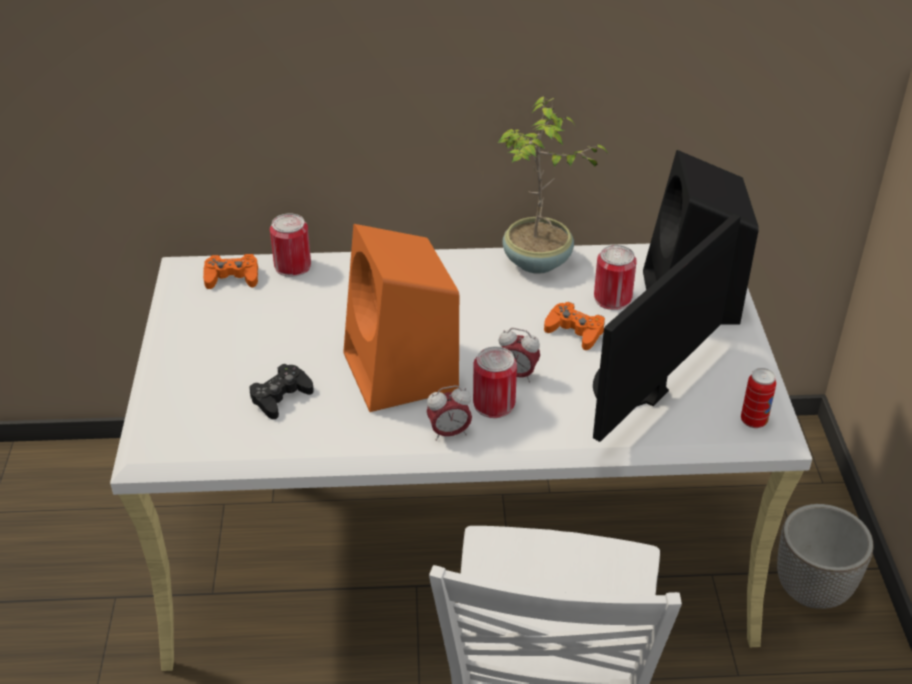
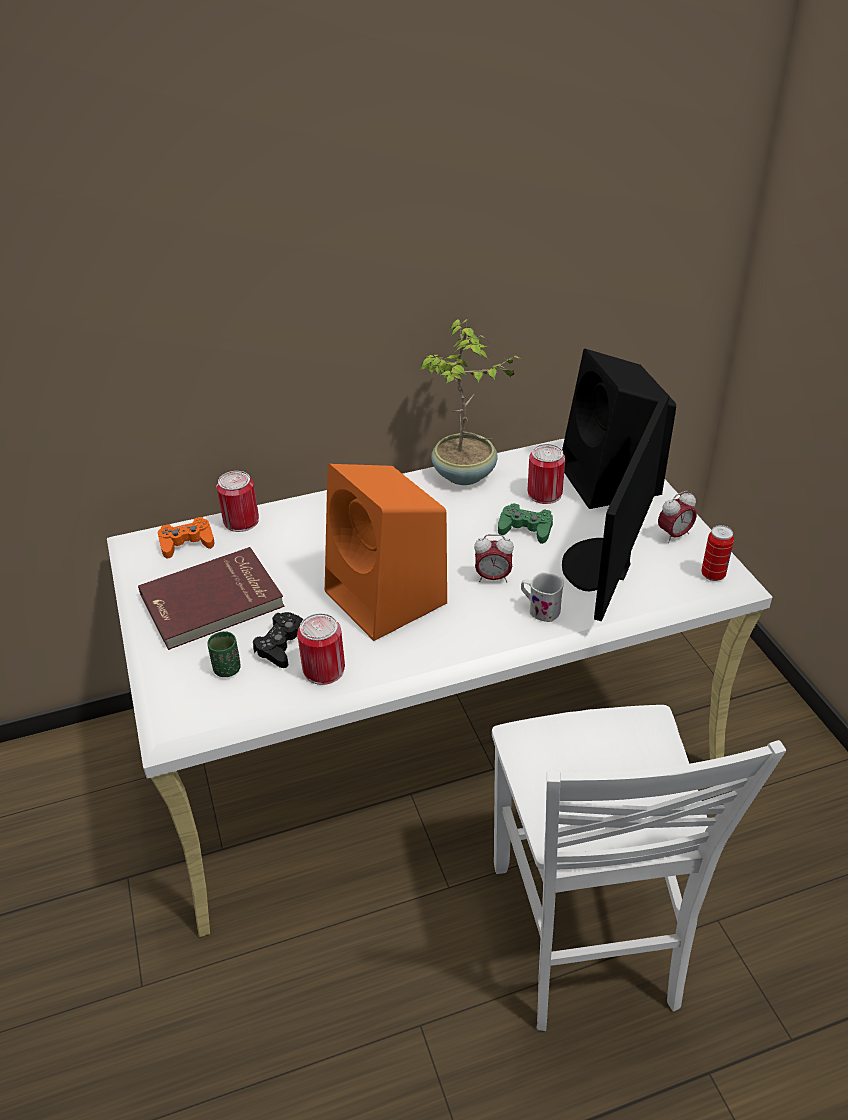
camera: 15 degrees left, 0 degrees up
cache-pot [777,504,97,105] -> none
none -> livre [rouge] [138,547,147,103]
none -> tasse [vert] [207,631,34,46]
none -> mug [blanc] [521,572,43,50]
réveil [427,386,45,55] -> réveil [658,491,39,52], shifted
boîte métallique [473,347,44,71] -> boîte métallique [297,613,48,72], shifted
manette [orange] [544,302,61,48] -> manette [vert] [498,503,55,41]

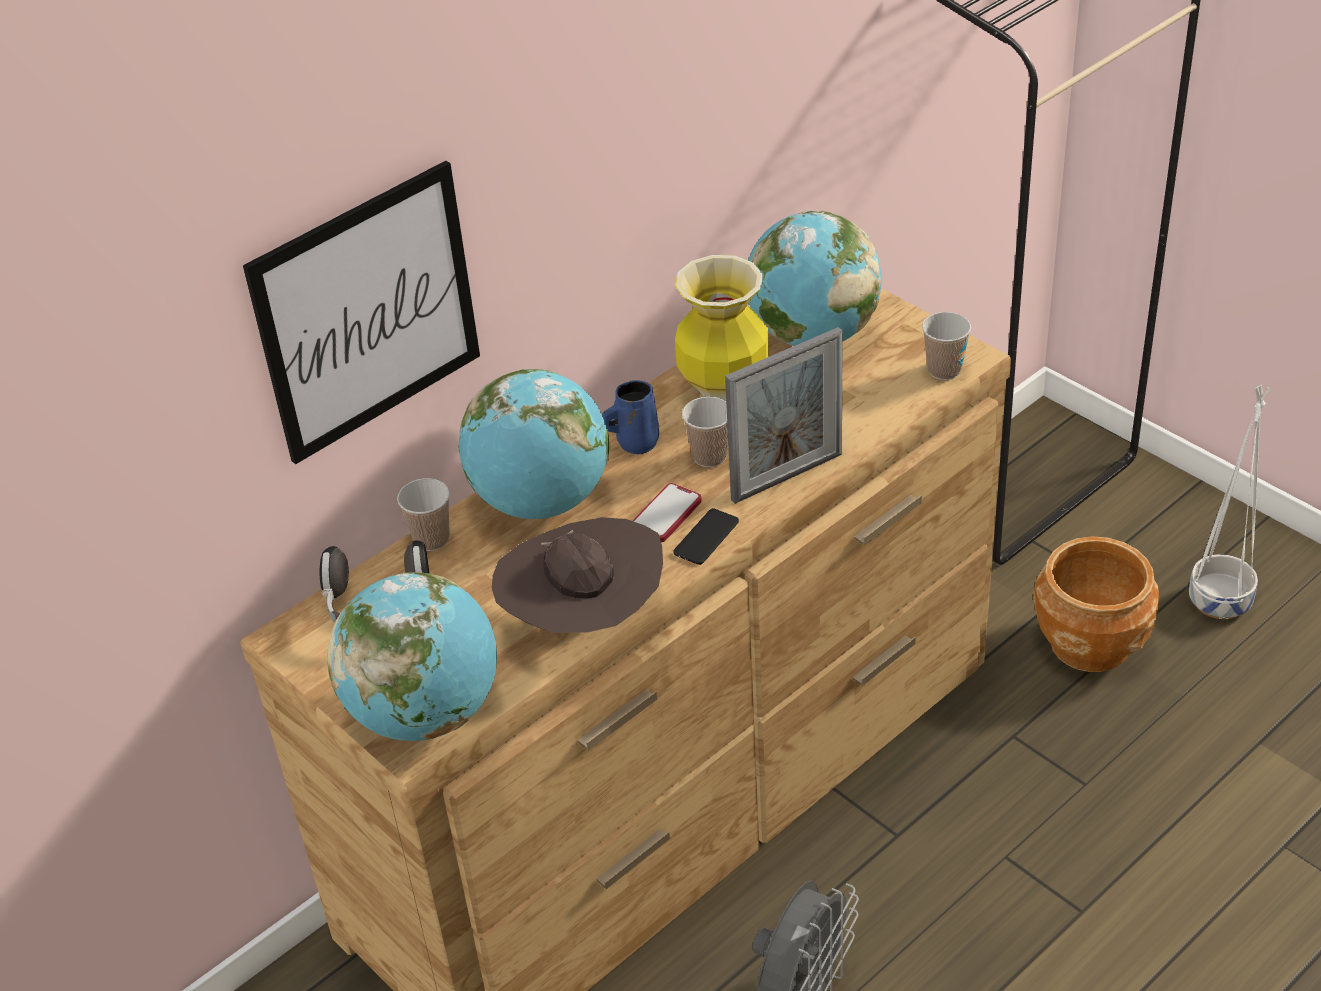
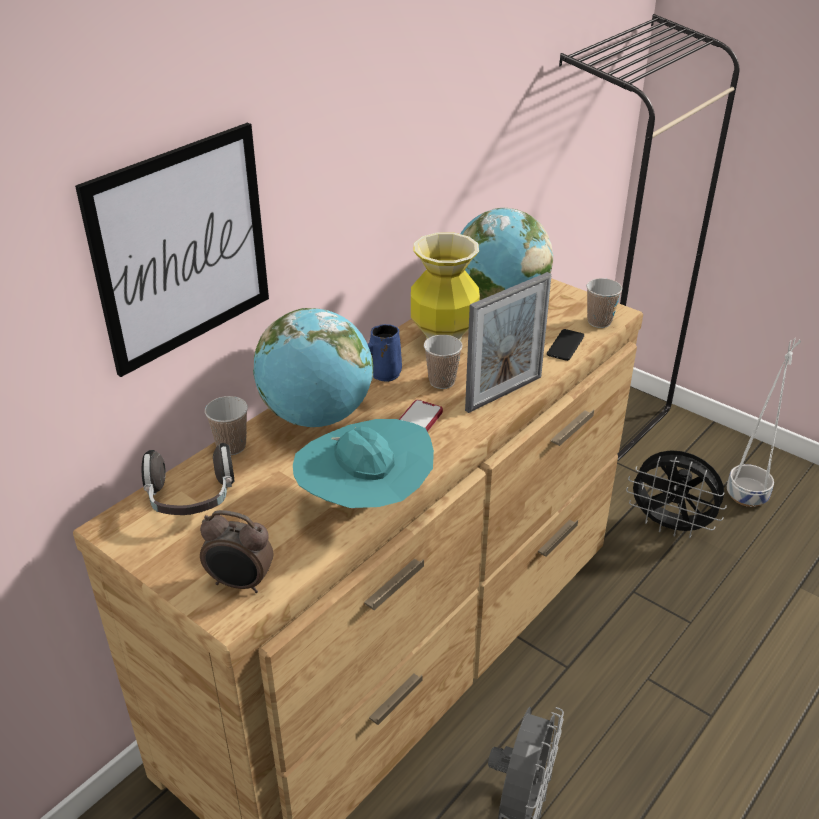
camera: 10 degrees left, 5 degrees down
téléphone [673,508,66,57] -> téléphone [547,329,37,32], shifted
globe [327,572,170,169] -> réveil [200,510,73,83]
cache-pot [marron] [1033,536,126,136] -> ventilateur [noir] [626,450,101,88]
chapeau [marron] [492,517,171,116] -> chapeau [turquoise] [293,419,141,90]

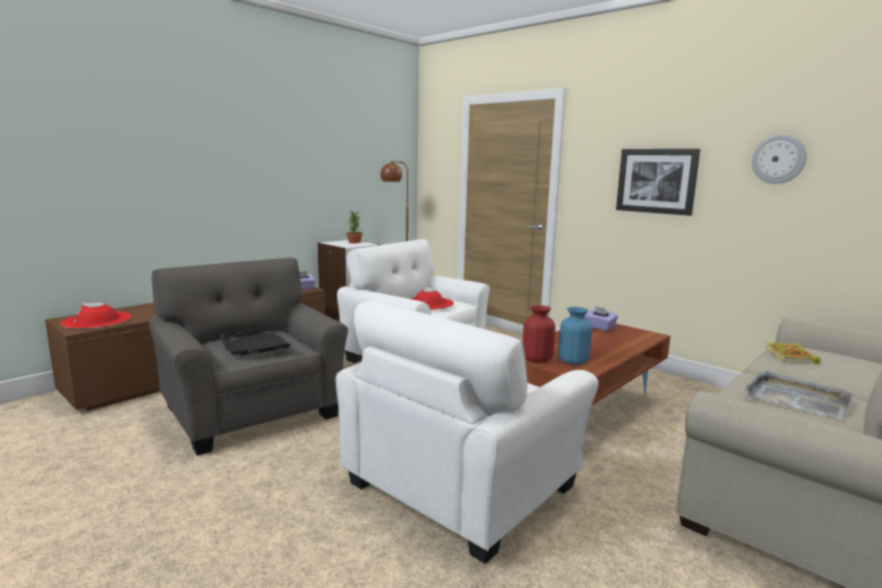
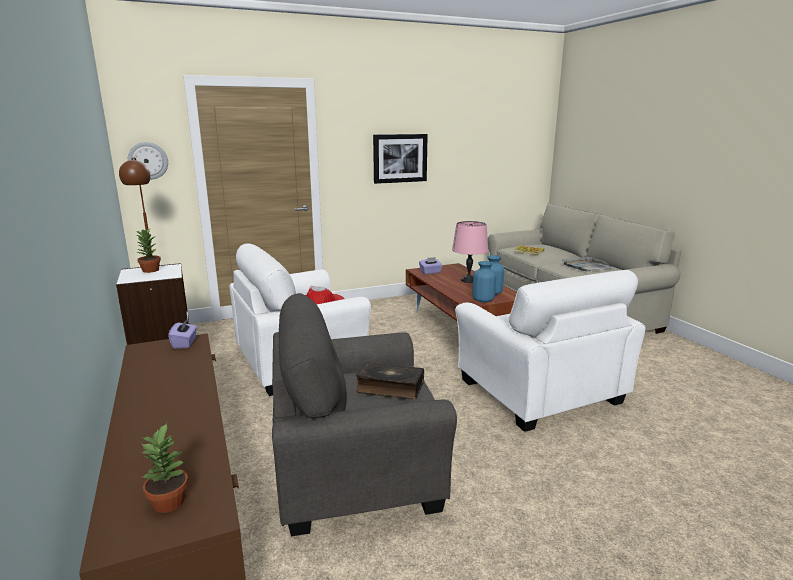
camera: 65 degrees left, 5 degrees up
none -> lampe de table [rose] [452,221,37,62]
horloge murale [752,135,55,49] -> horloge murale [128,142,40,38], shifted
chapeau [rouge] [60,303,72,26] -> plante en pot [141,423,47,90]
plateau [noir] [221,330,70,26] -> livre [356,362,68,38]
vase [rouge] [523,305,32,58] -> vase [bleu] [472,261,24,41]

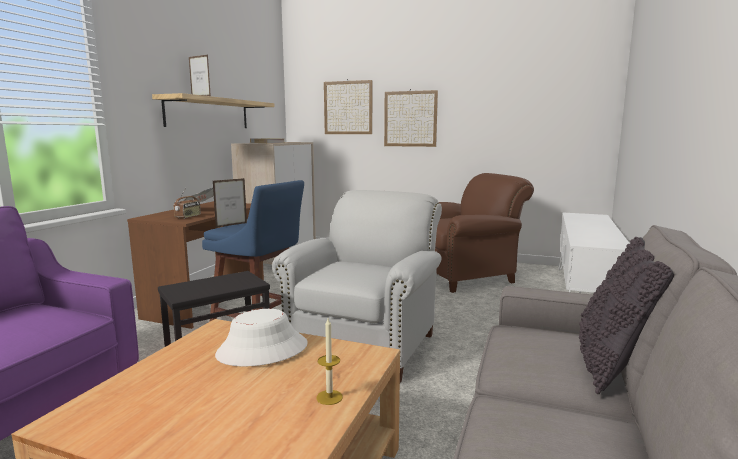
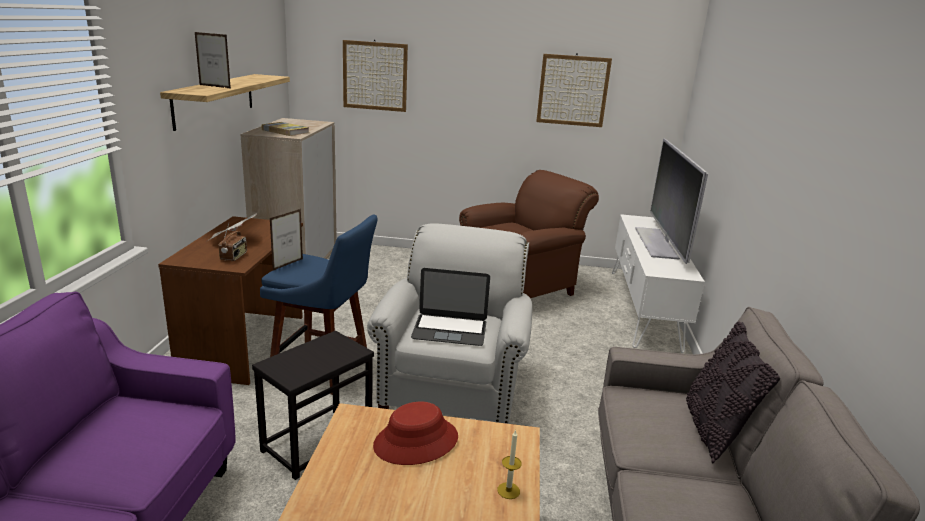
camera: 15 degrees left, 10 degrees up
none -> ordinateur portable [411,268,79,78]
none -> téléviseur [635,138,73,126]
tableau [384,89,54,58] -> tableau [536,53,76,74], shifted
chapeau [blanc] [215,309,93,58] -> chapeau [rouge] [373,402,85,63]

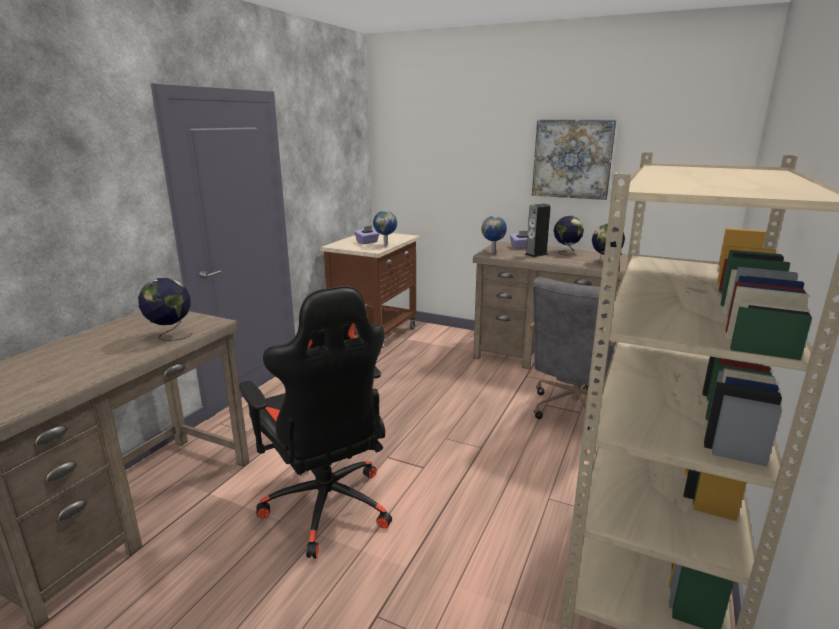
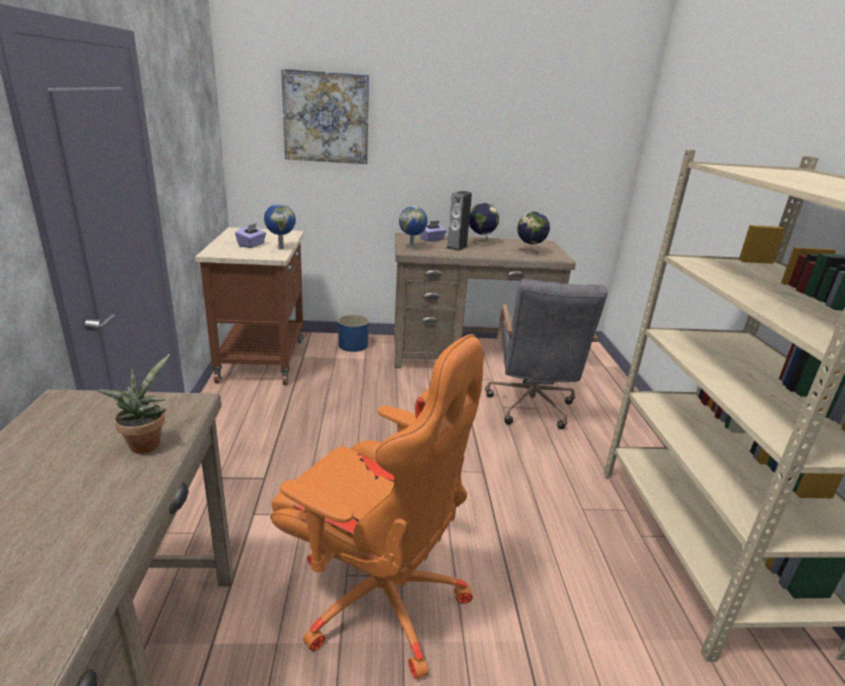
camera: 30 degrees left, 5 degrees up
none -> cache-pot [bleu] [338,315,31,37]
tableau [532,120,85,80] -> tableau [281,68,88,96], shifted
globe [138,278,54,63] -> plante en pot [97,354,73,100]
chaise de bureau [noir] [239,286,153,272] -> chaise de bureau [orange] [270,334,214,345]

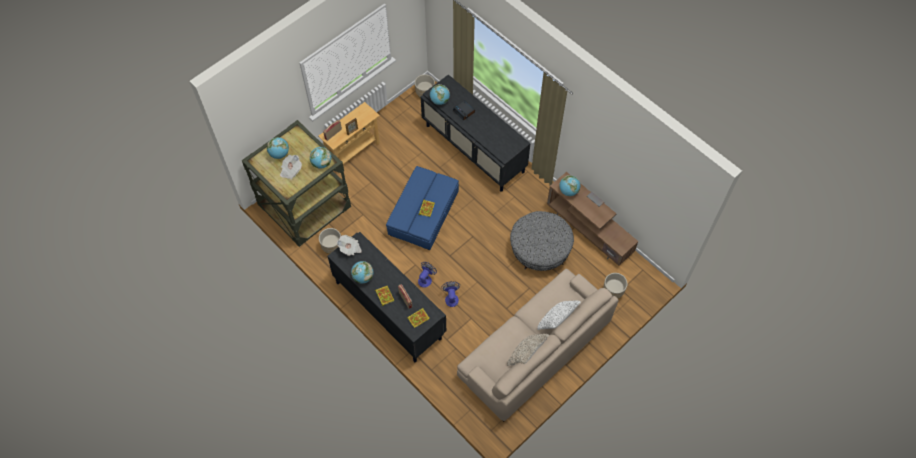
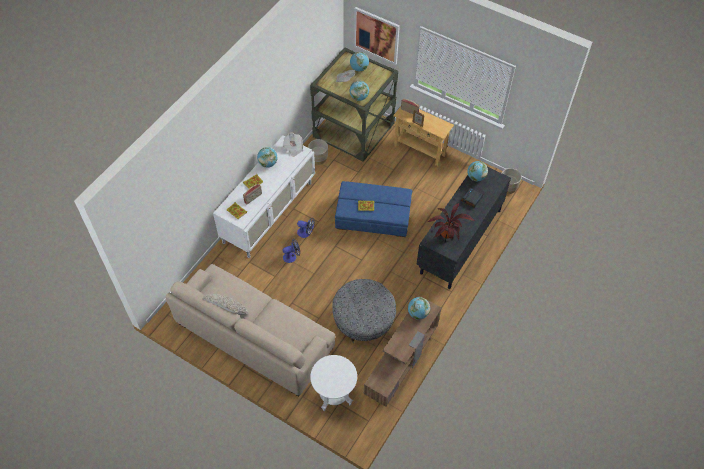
camera: 75 degrees right, 5 degrees down
coussin [blanc] [537,300,44,30] -> none
none -> tableau [354,7,46,58]
none -> plante en pot [428,203,47,40]
cache-pot [beige] [603,273,25,26] -> table d'appoint [blanc] [310,355,47,56]
meuble de rangement [noir] [327,232,119,130] -> meuble de rangement [blanc] [213,136,102,122]

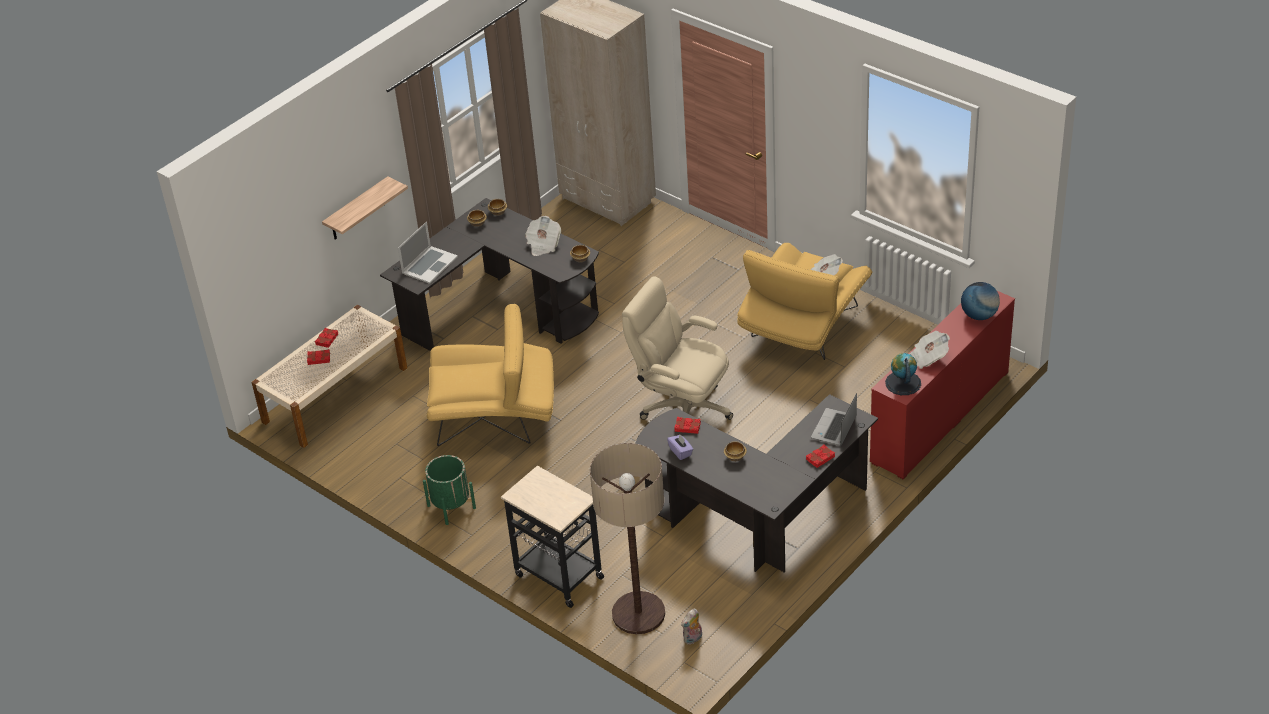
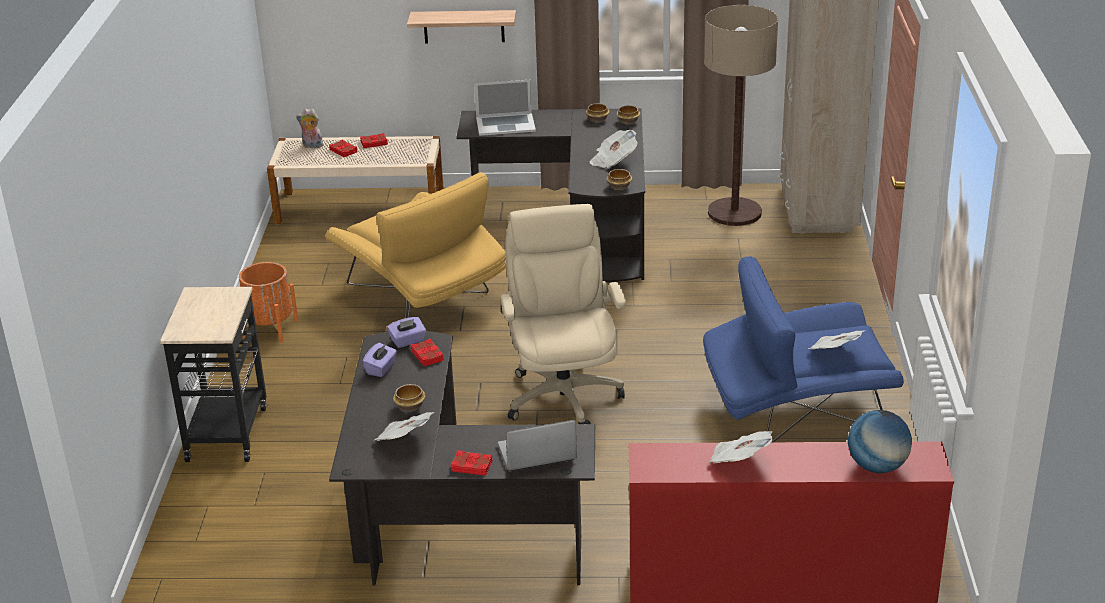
camera: 50 degrees right, 10 degrees down
globe [885,353,36,42] -> none
none -> journal [374,412,60,29]
none -> boîte à mouchoirs [violet] [387,317,39,31]
lampadaire [590,443,75,191] -> lampadaire [704,5,74,221], shifted
peluche [681,609,21,35] -> peluche [296,109,28,39], shifted
cache-pot [vert] [423,455,53,70] -> cache-pot [orange] [239,262,59,81]
fauteuil [jaune] [737,243,135,117] -> fauteuil [bleu] [703,256,201,186]

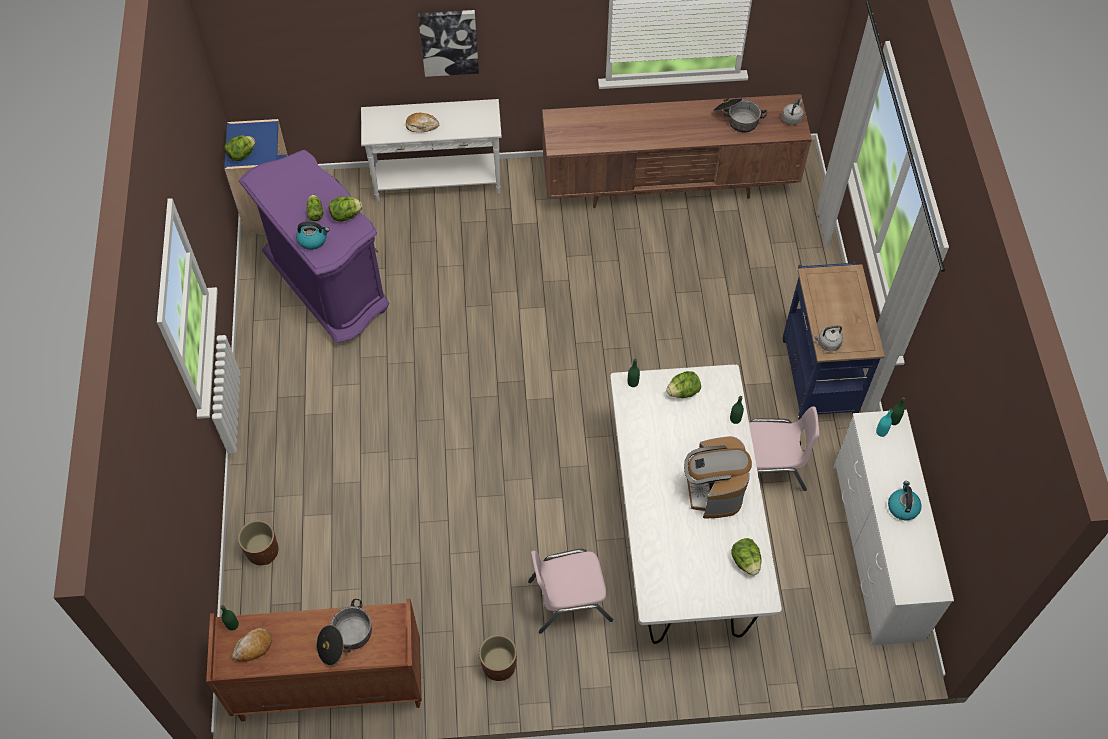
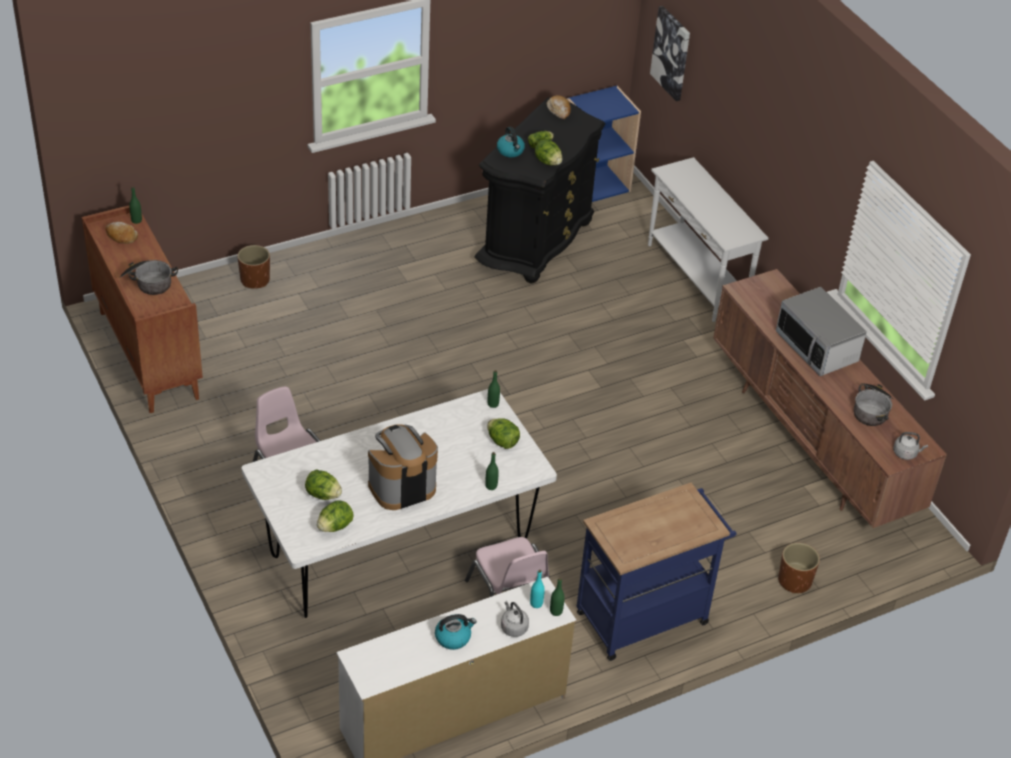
camera: 65 degrees right, 15 degrees down
none -> micro-ondes [776,287,91,89]
laitue [224,135,31,26] -> laitue [305,469,37,31], shifted
pain [406,113,33,19] -> pain [547,95,24,24], shifted
tableau [418,10,61,67] -> tableau [650,6,40,95], shifted
cache-pot [marron] [479,635,38,46] -> cache-pot [marron] [778,543,42,51], shifted
bouilloire [gris] [813,325,30,26] -> bouilloire [gris] [501,601,28,36], shifted
commode [violet] [239,150,150,193] -> commode [noir] [474,97,131,186]

